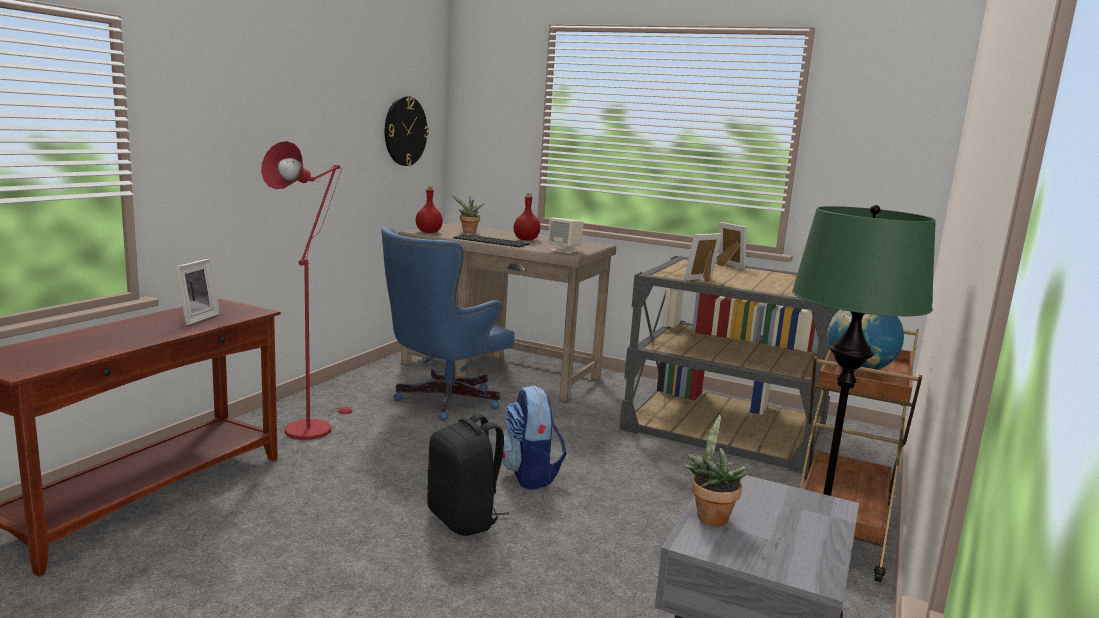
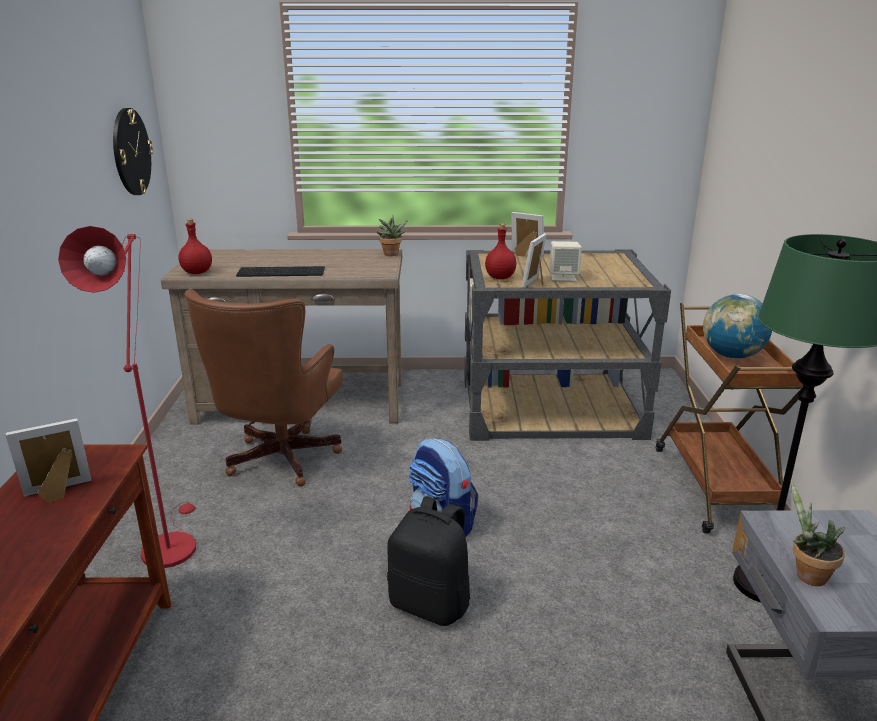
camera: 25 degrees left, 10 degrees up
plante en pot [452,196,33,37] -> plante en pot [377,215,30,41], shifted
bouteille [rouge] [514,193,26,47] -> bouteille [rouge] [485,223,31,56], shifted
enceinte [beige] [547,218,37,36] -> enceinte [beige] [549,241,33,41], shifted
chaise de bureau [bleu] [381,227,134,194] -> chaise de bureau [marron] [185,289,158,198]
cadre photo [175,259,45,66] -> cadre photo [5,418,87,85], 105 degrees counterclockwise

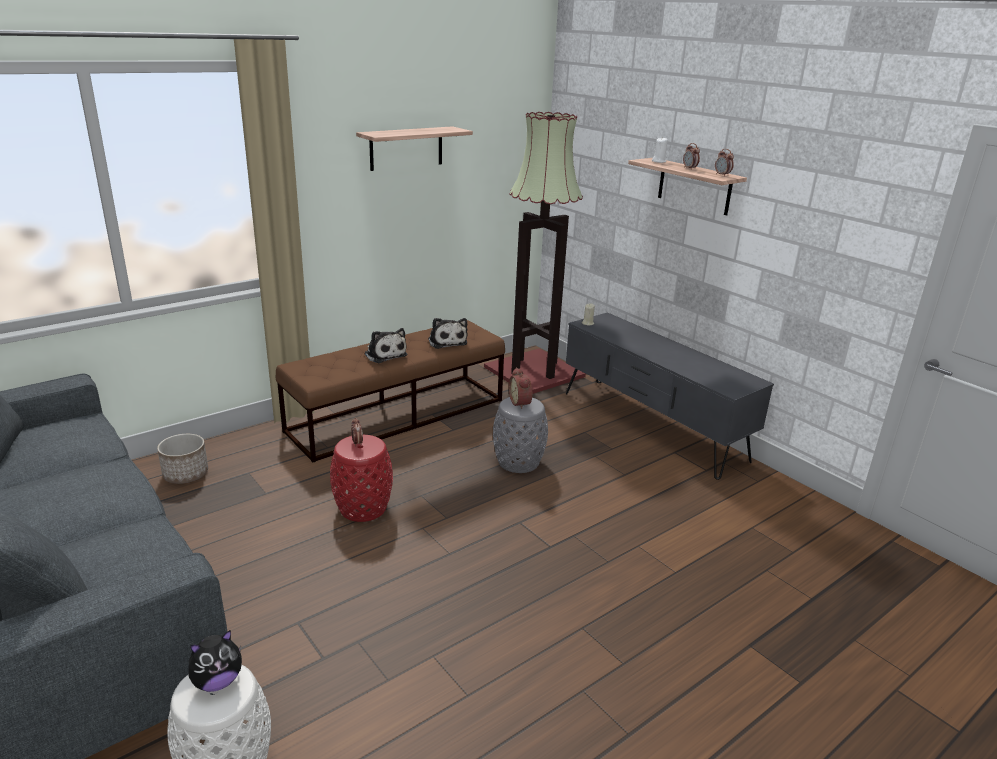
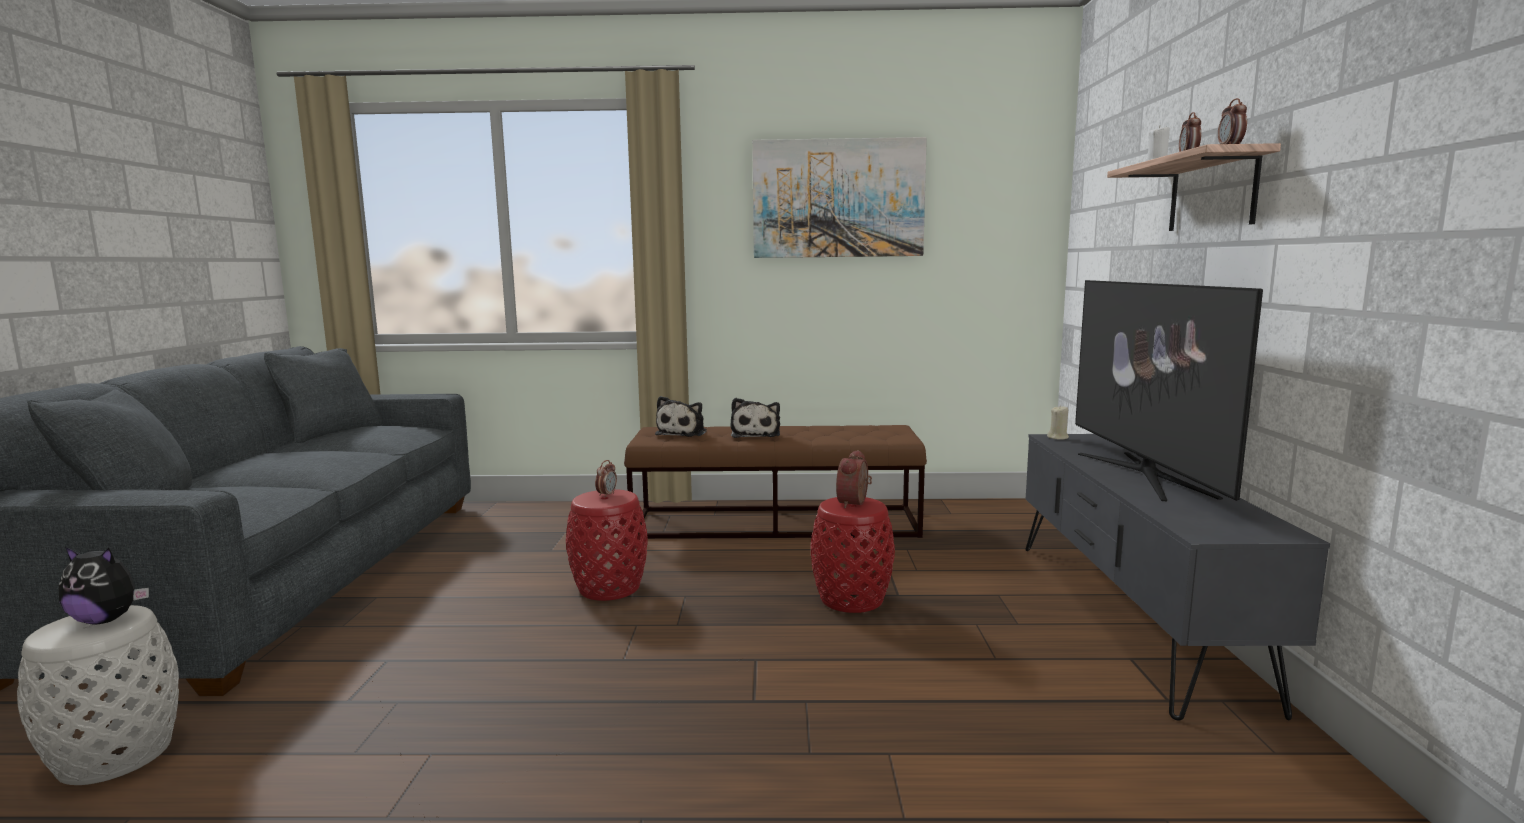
camera: 40 degrees right, 15 degrees down
cache-pot [157,434,51,50] -> none
lampadaire [484,112,102,282] -> none
none -> téléviseur [1075,280,188,221]
peluche [428,318,40,31] -> peluche [655,396,52,41], shifted
étagère [356,126,117,45] -> tableau [752,137,175,121]
tabouret [gris] [493,397,55,76] -> tabouret [rouge] [811,497,84,116]

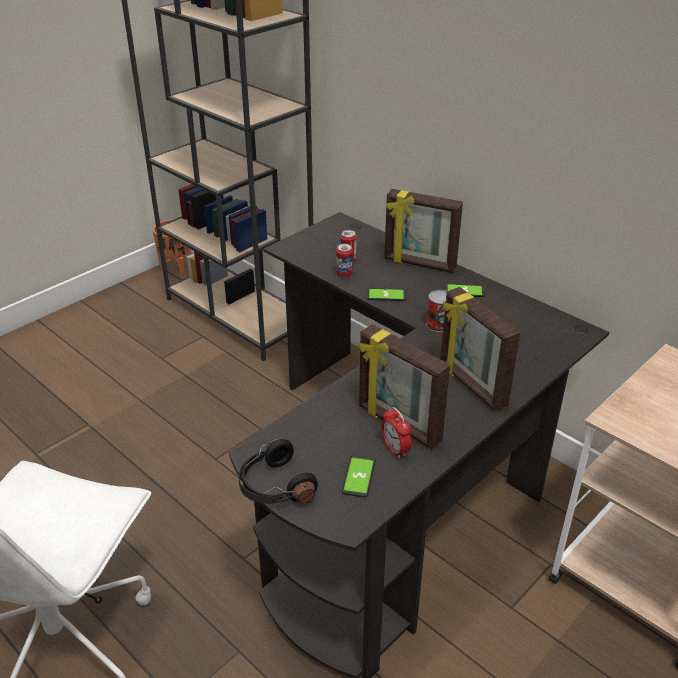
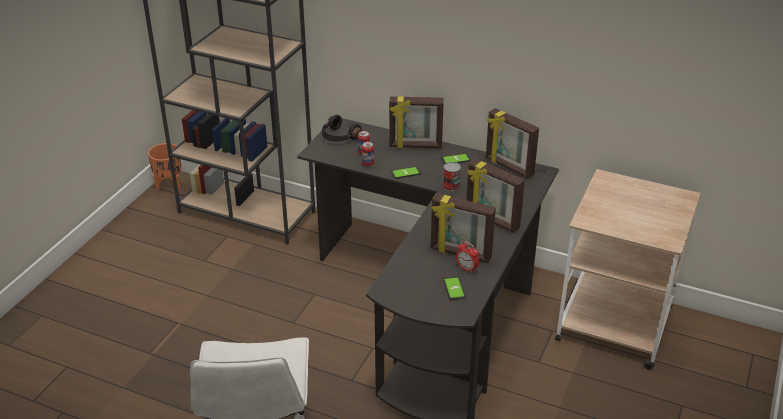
camera: 20 degrees left, 0 degrees up
none -> cadre photo [486,108,53,70]
casque audio [noir] [239,438,79,66] -> casque audio [noir] [322,114,40,28], shifted

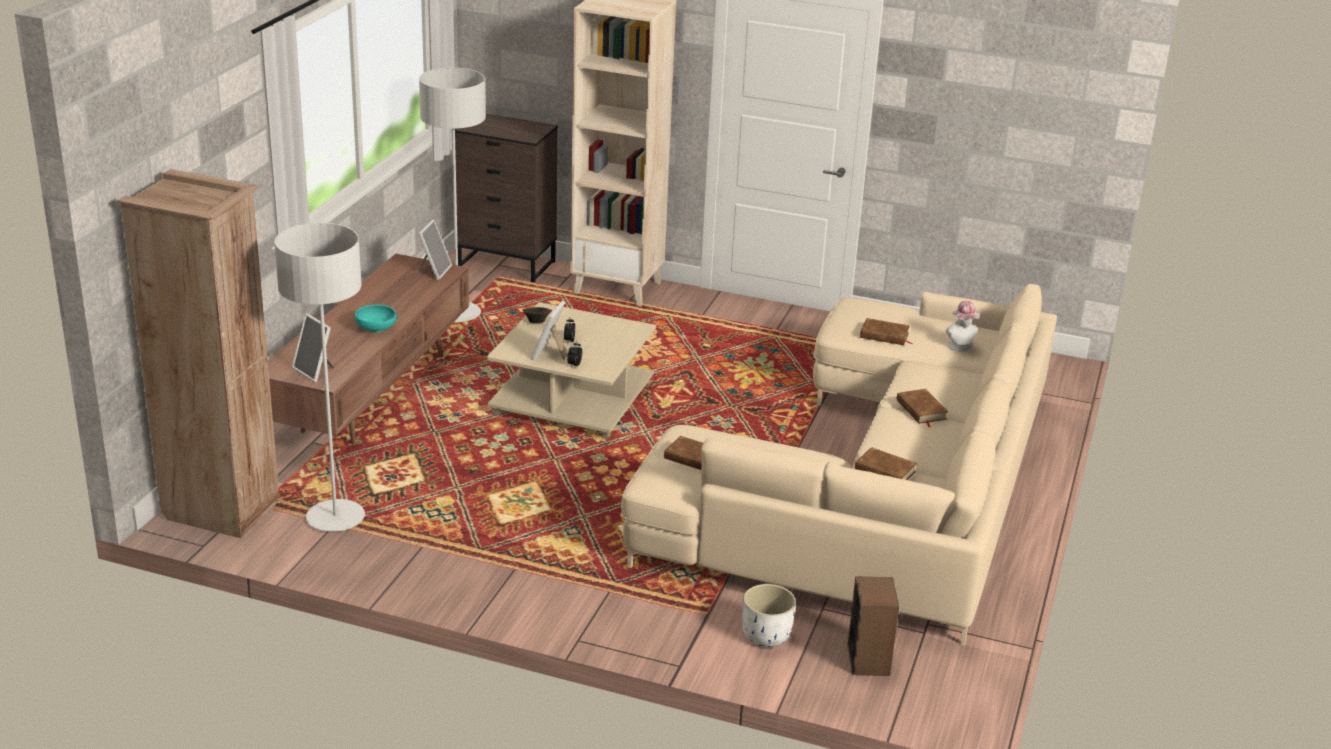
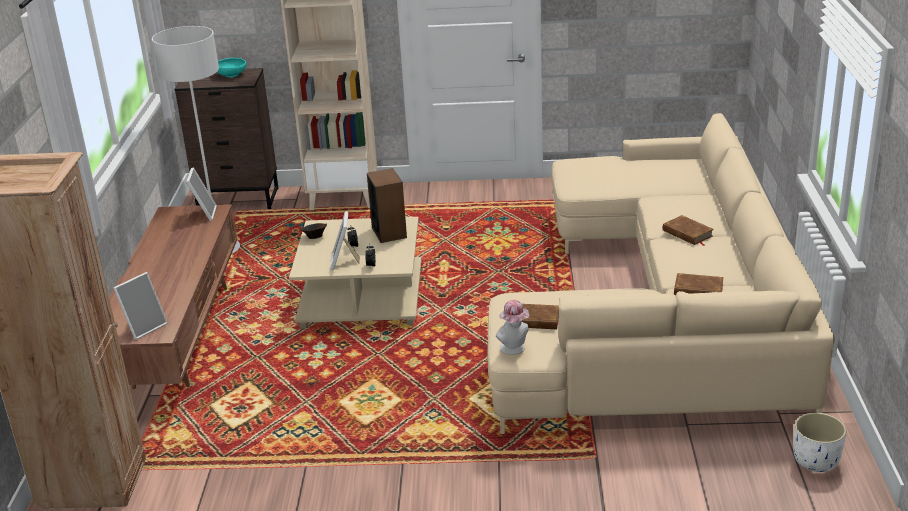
camera: 15 degrees left, 0 degrees up
lampadaire [gris] [274,223,91,309] -> none
livre [marron] [860,318,54,27] -> none
bol [turquoise] [355,304,42,28] -> bol [turquoise] [217,58,29,20], shifted
cache-pot [blanc] [743,584,53,63] -> cache-pot [blanc] [793,413,53,59], shifted
enceinte [847,576,52,100] -> enceinte [367,168,40,75], shifted
chapeau [946,301,34,51] -> chapeau [496,300,33,55], shifted
cadre photo [292,314,43,68] -> cadre photo [113,272,55,68], 75 degrees counterclockwise

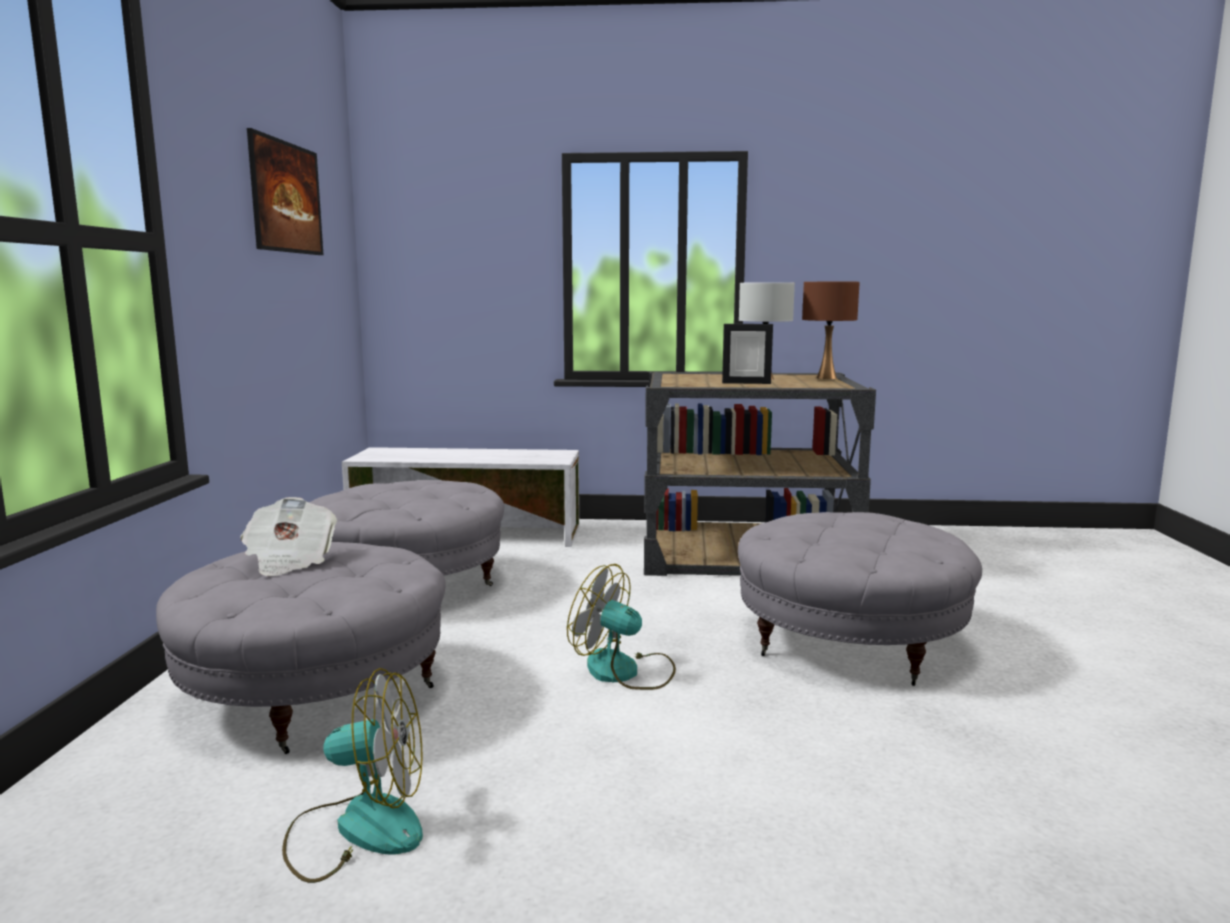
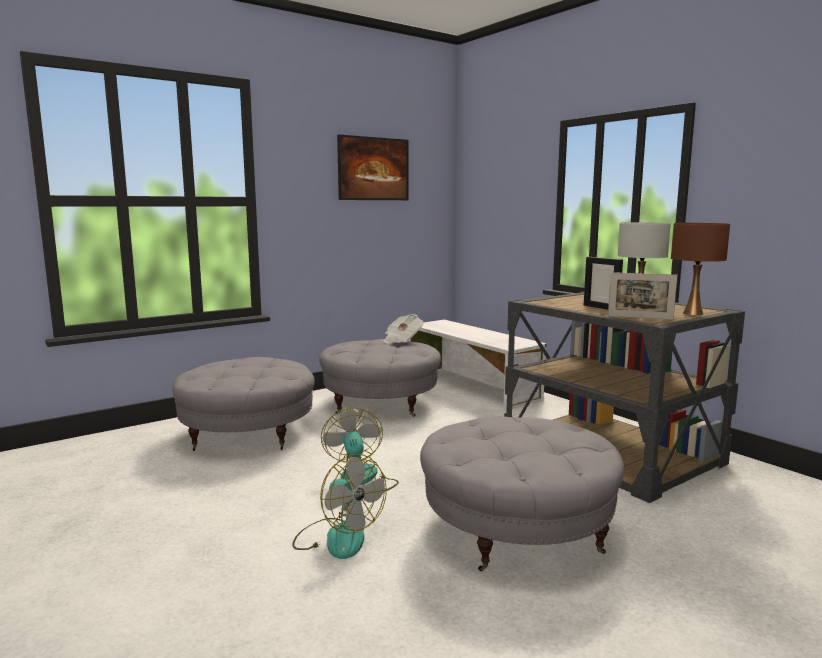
camera: 50 degrees right, 0 degrees up
none -> cadre photo [608,272,69,48]
journal [240,497,97,79] -> journal [383,314,40,29], shifted
ventilateur [282,668,141,215] -> ventilateur [292,454,95,105], shifted

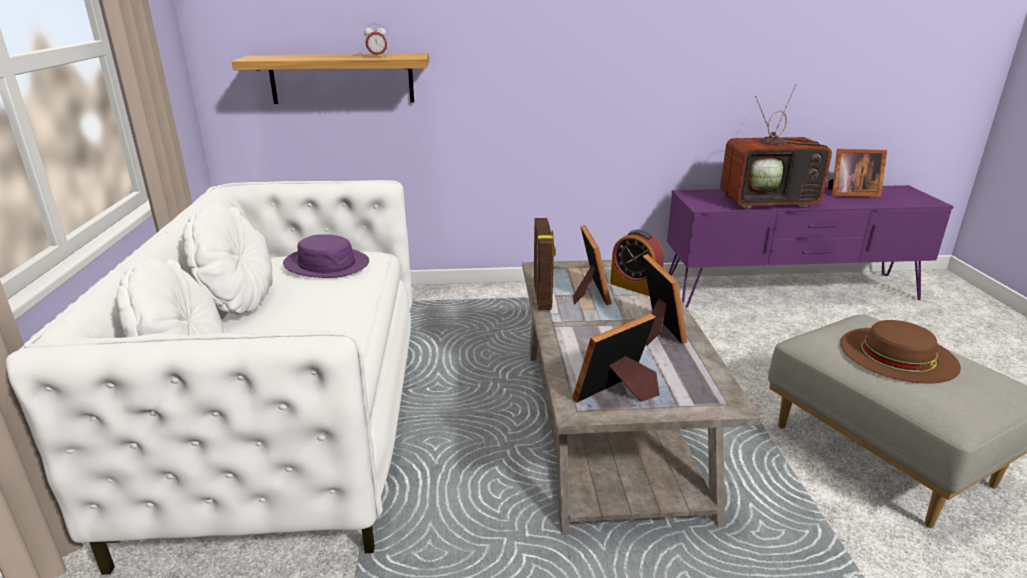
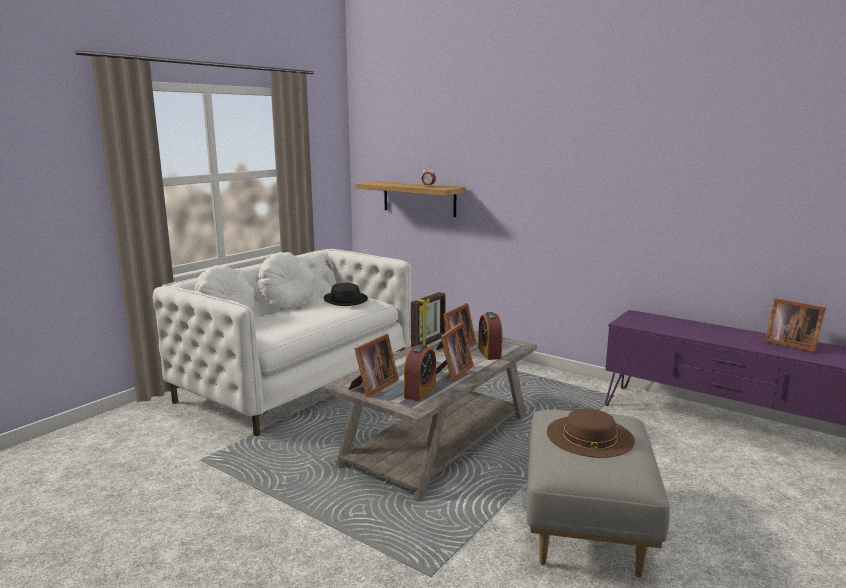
camera: 40 degrees right, 10 degrees down
téléviseur [720,84,112,125] -> none
none -> réveil [404,344,32,57]
chapeau [violet] [283,234,86,44] -> chapeau [noir] [324,282,44,24]
cadre photo [572,313,88,90] -> cadre photo [349,334,50,63], 120 degrees clockwise

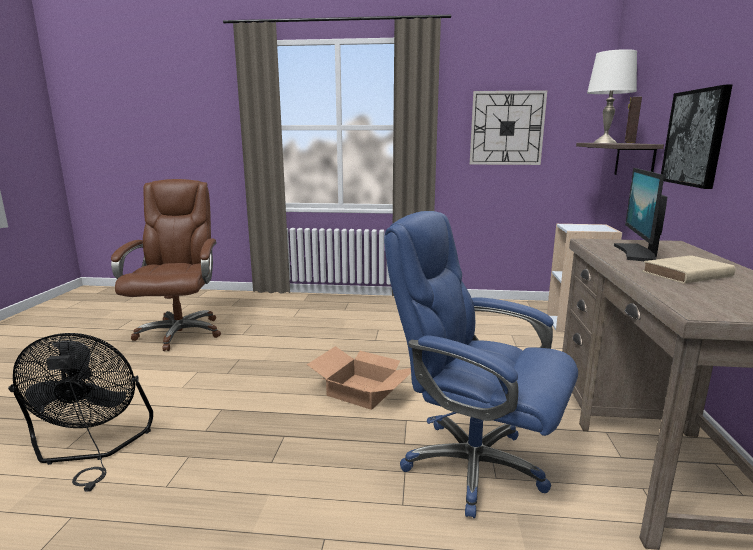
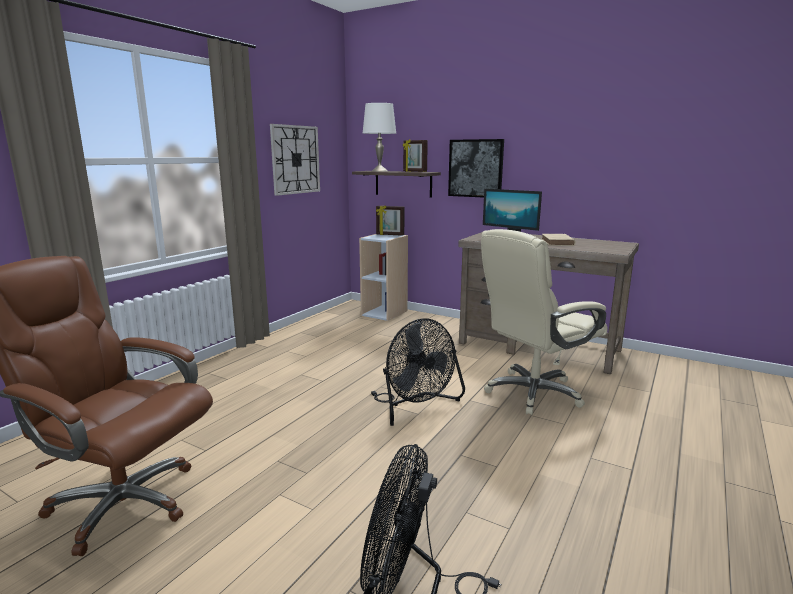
camera: 65 degrees left, 0 degrees up
none -> cadre photo [376,206,28,30]
carton [307,346,104,64] -> ventilateur [noir] [371,318,94,108]
chaise de bureau [bleu] [384,211,194,307] -> chaise de bureau [beige] [481,229,127,186]

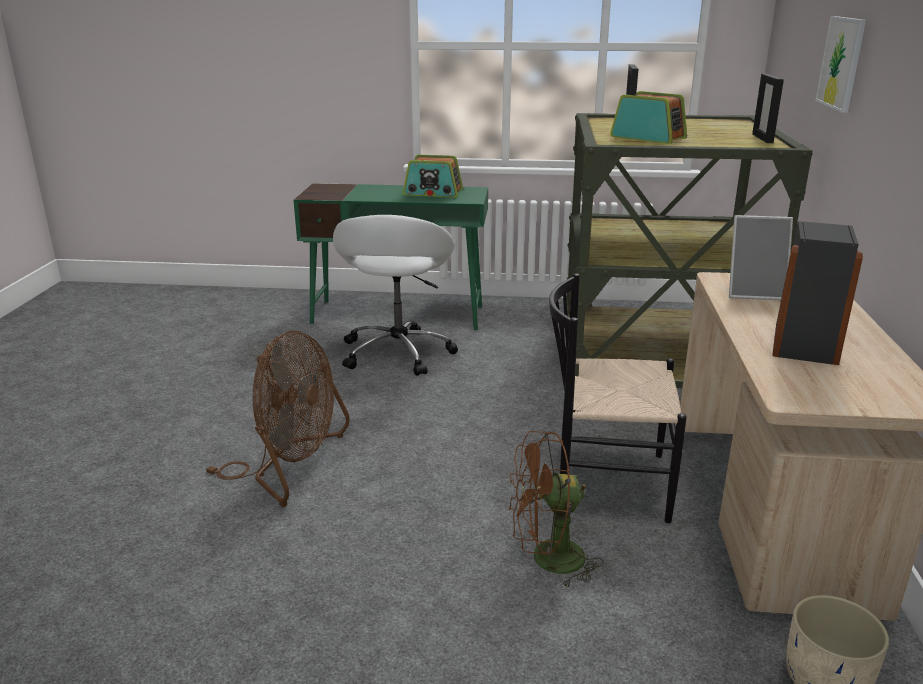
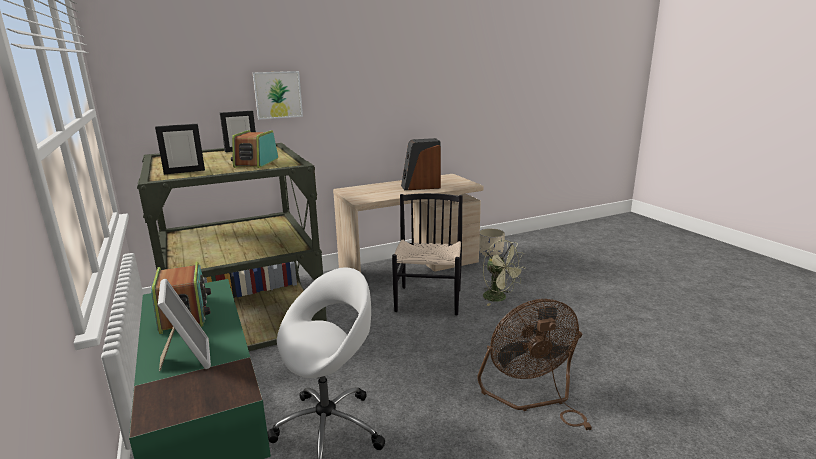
camera: 120 degrees left, 5 degrees down
cadre photo [729,215,64,85] -> cadre photo [158,279,53,92], shifted
ventilateur [marron] [509,431,95,157] -> ventilateur [vert] [483,240,43,66]
chaise [noir] [549,273,138,250] -> chaise [noir] [392,193,70,122], 150 degrees counterclockwise

